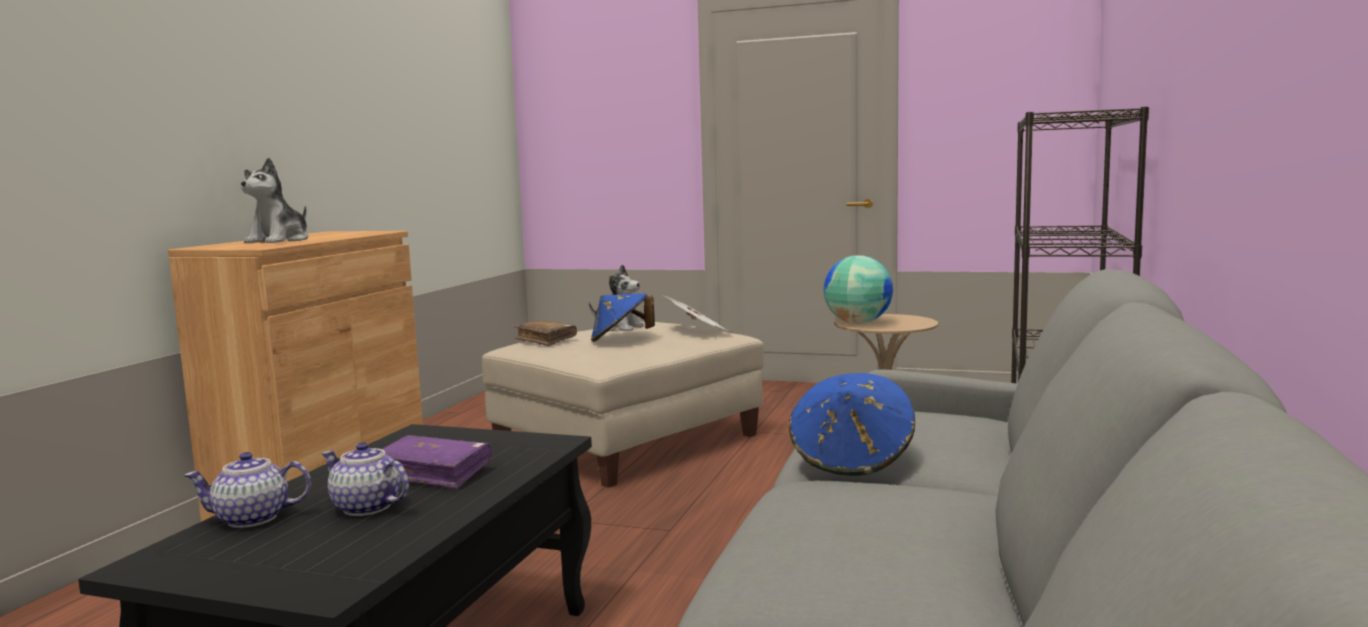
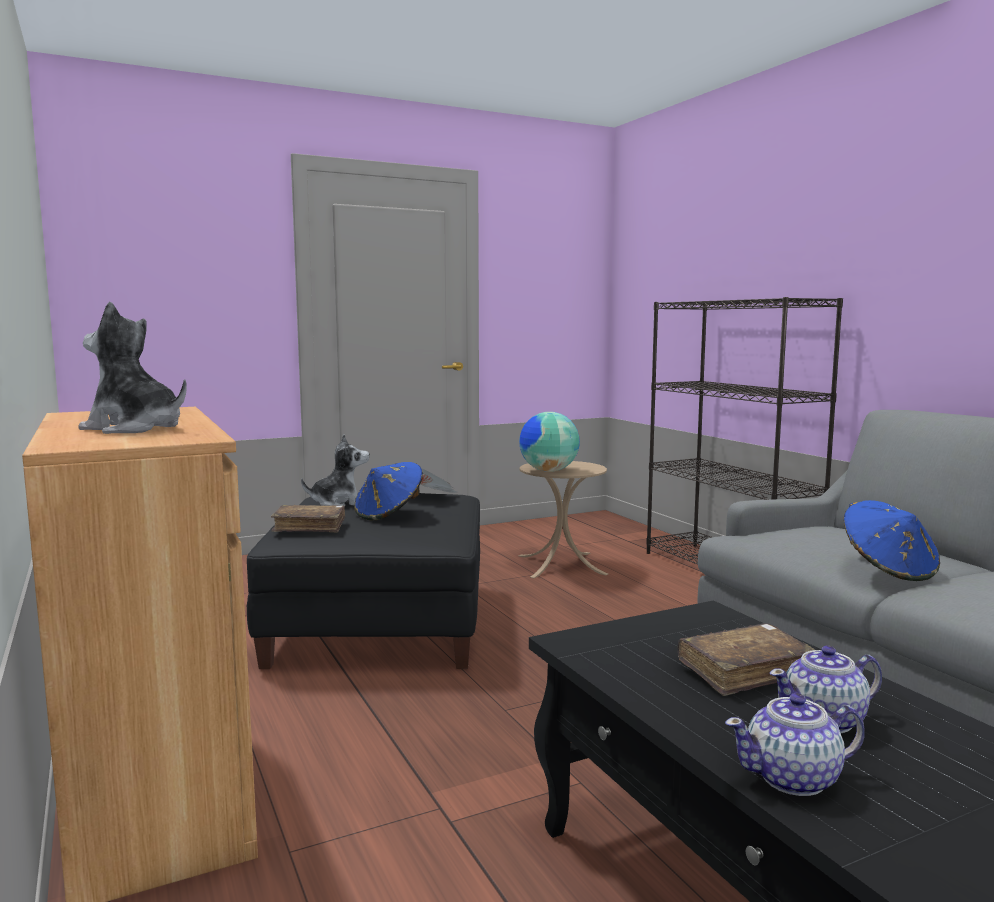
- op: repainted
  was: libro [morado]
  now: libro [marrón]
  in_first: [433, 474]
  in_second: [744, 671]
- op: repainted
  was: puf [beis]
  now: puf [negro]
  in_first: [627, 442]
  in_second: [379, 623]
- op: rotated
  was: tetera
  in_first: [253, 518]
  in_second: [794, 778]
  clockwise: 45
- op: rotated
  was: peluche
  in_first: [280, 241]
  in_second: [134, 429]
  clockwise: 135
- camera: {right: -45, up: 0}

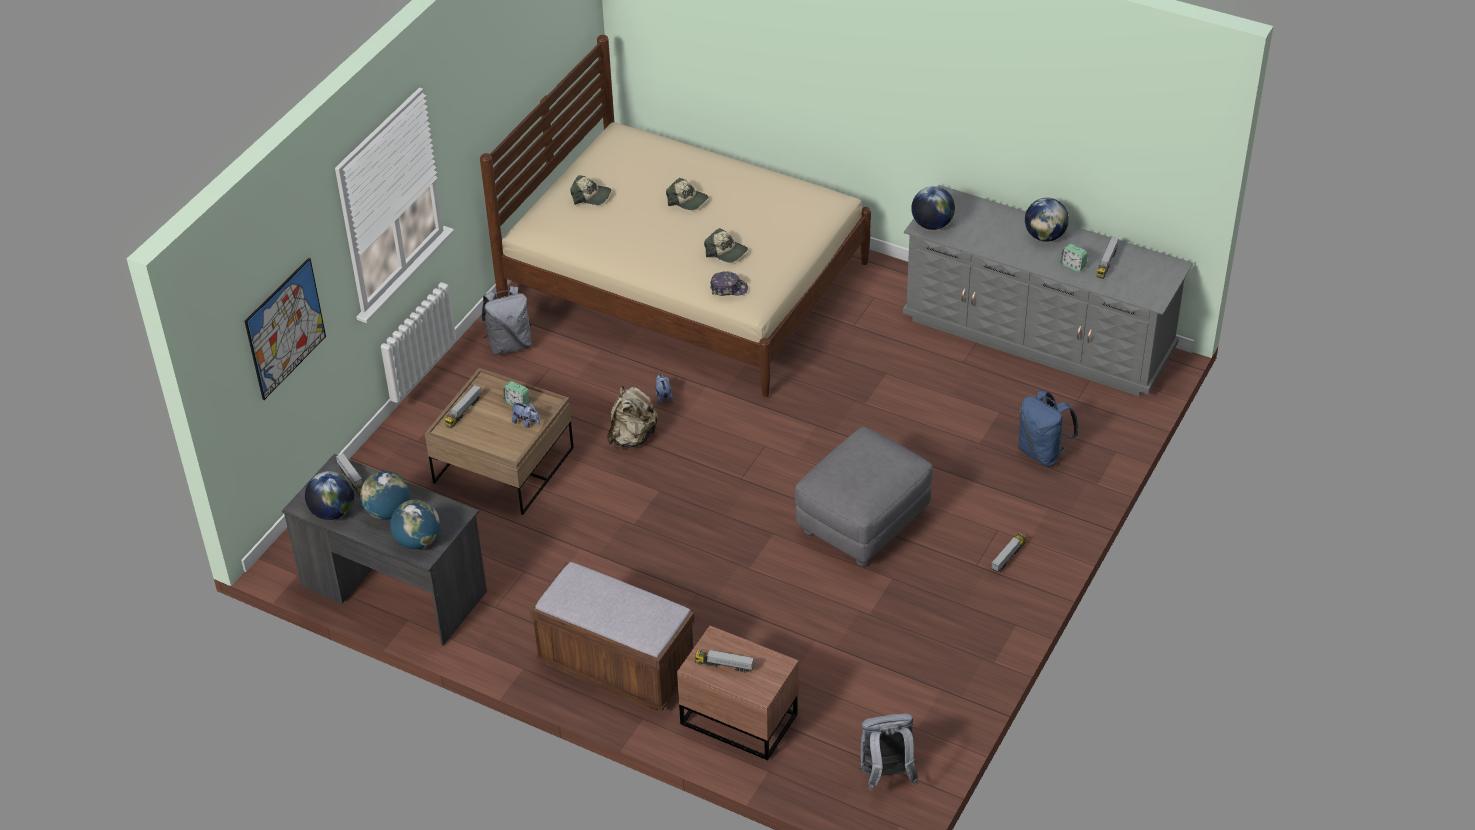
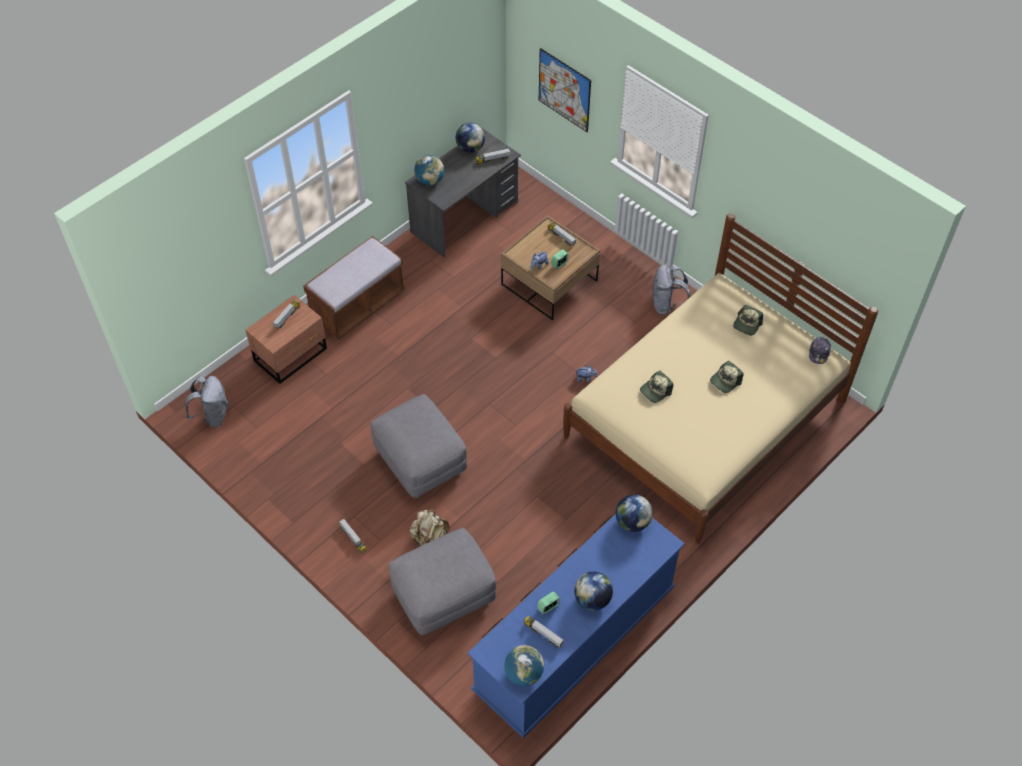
- op: shifted
  was: globo terráqueo
  in_first: [388, 512]
  in_second: [523, 673]
- op: shifted
  was: mochila [beis]
  in_first: [632, 437]
  in_second: [430, 540]
- op: shifted
  was: gorra
  in_first: [728, 288]
  in_second: [819, 353]
- op: swapped
  was: mochila [azul]
  now: puf [gris]
  in_first: [1042, 453]
  in_second: [443, 596]
- op: repainted
  was: cómoda [gris]
  now: cómoda [azul]
  in_first: [1038, 335]
  in_second: [574, 640]
- camera: {right: 105, up: 10}

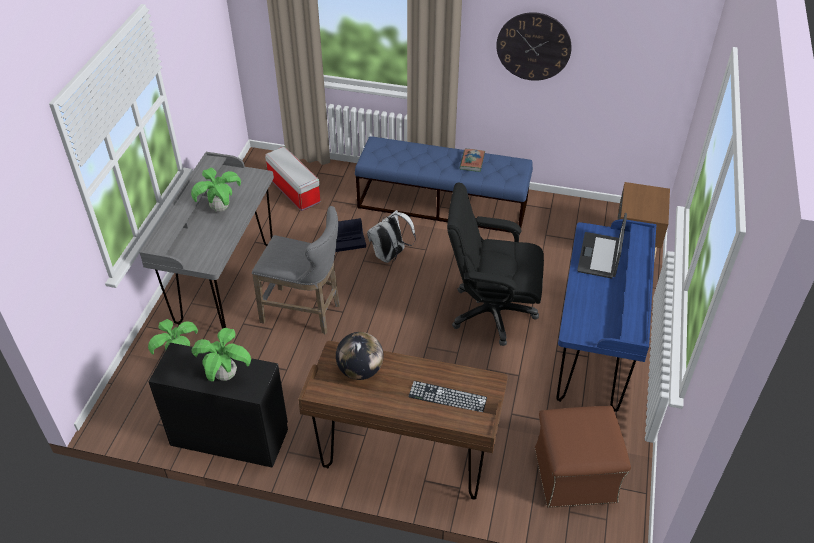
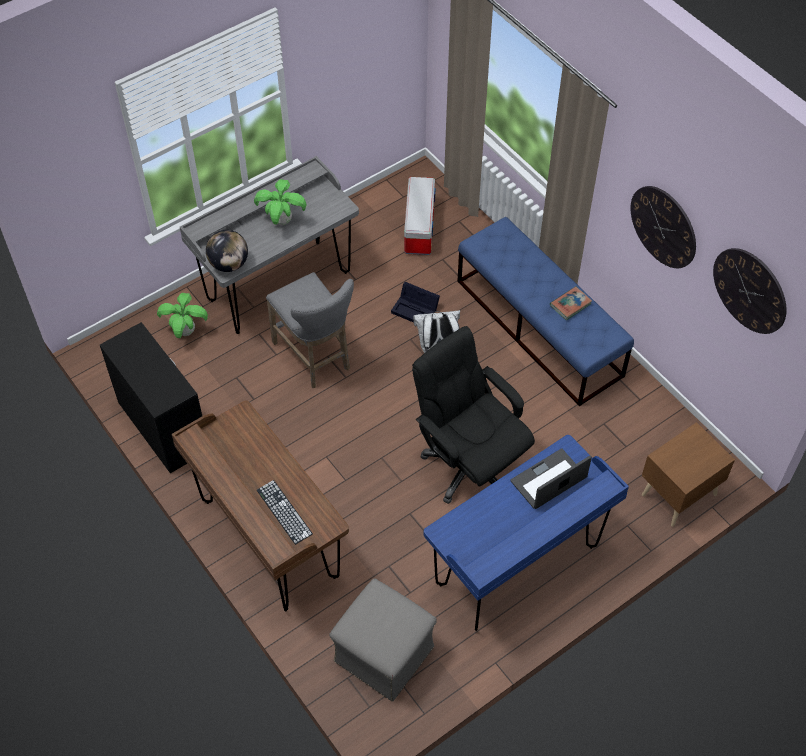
- op: gone
  was: planta en maceta
  in_first: [225, 375]
- op: new
  now: reloj de pared
  in_second: [750, 290]
- op: shifted
  was: globo terráqueo
  in_first: [360, 370]
  in_second: [229, 264]
- op: repainted
  was: puf [marrón]
  now: puf [gris]
  in_first: [574, 475]
  in_second: [383, 653]
- camera: {right: 40, up: 10}

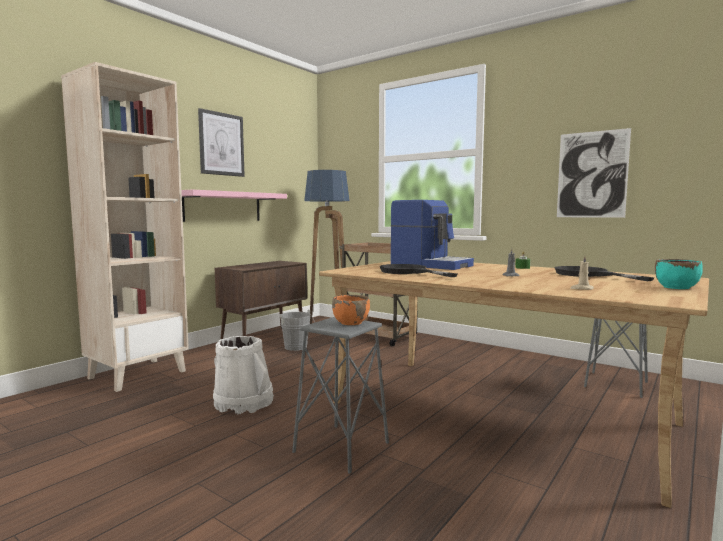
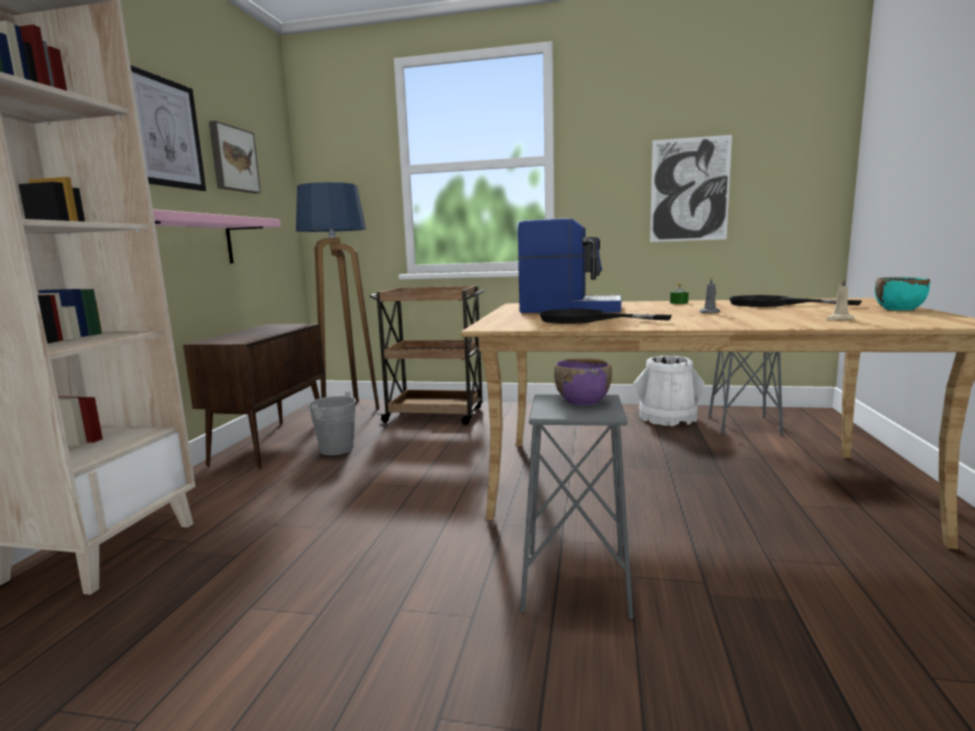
- op: new
  now: cuadro
  in_second: [233, 159]
- op: shifted
  was: cubo [blanco]
  in_first: [243, 402]
  in_second: [667, 418]
- op: repainted
  was: cuenco [naranja]
  now: cuenco [morado]
  in_first: [351, 322]
  in_second: [582, 400]
- camera: {right: -25, up: 5}

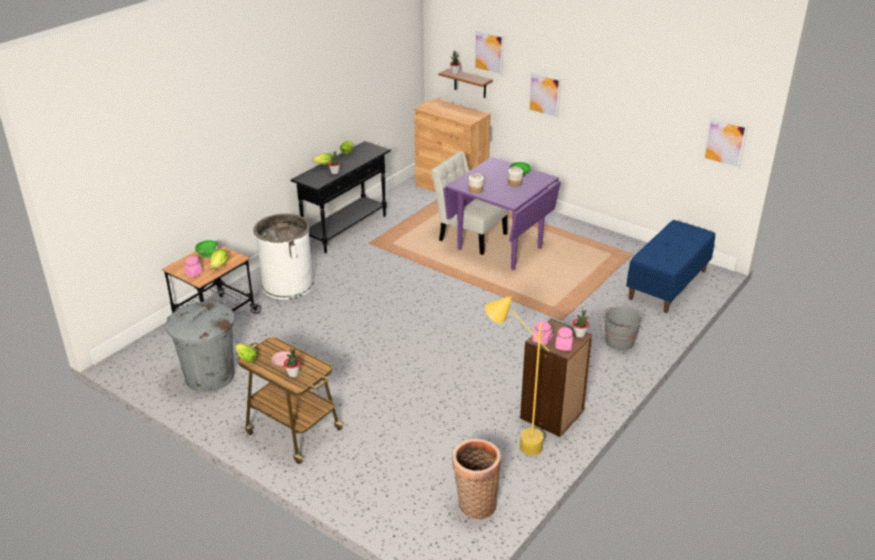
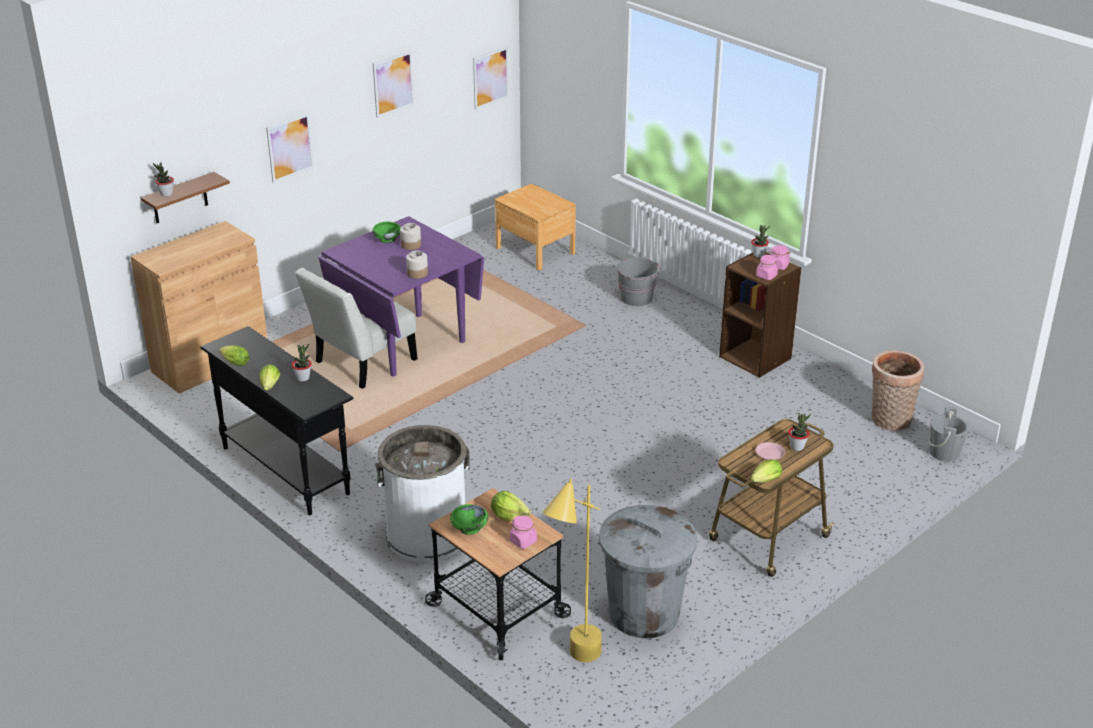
- op: new
  now: cubo [gris]
  in_second: [944, 453]
- op: shifted
  was: cuadro
  in_first: [488, 52]
  in_second: [393, 84]
- op: shifted
  was: lámpara de pie [amarillo]
  in_first: [512, 443]
  in_second: [573, 668]
- op: swapped
  was: banco [azul]
  now: mesita de noche [marrón]
  in_first: [668, 285]
  in_second: [535, 250]
- camera: {right: -80, up: 0}

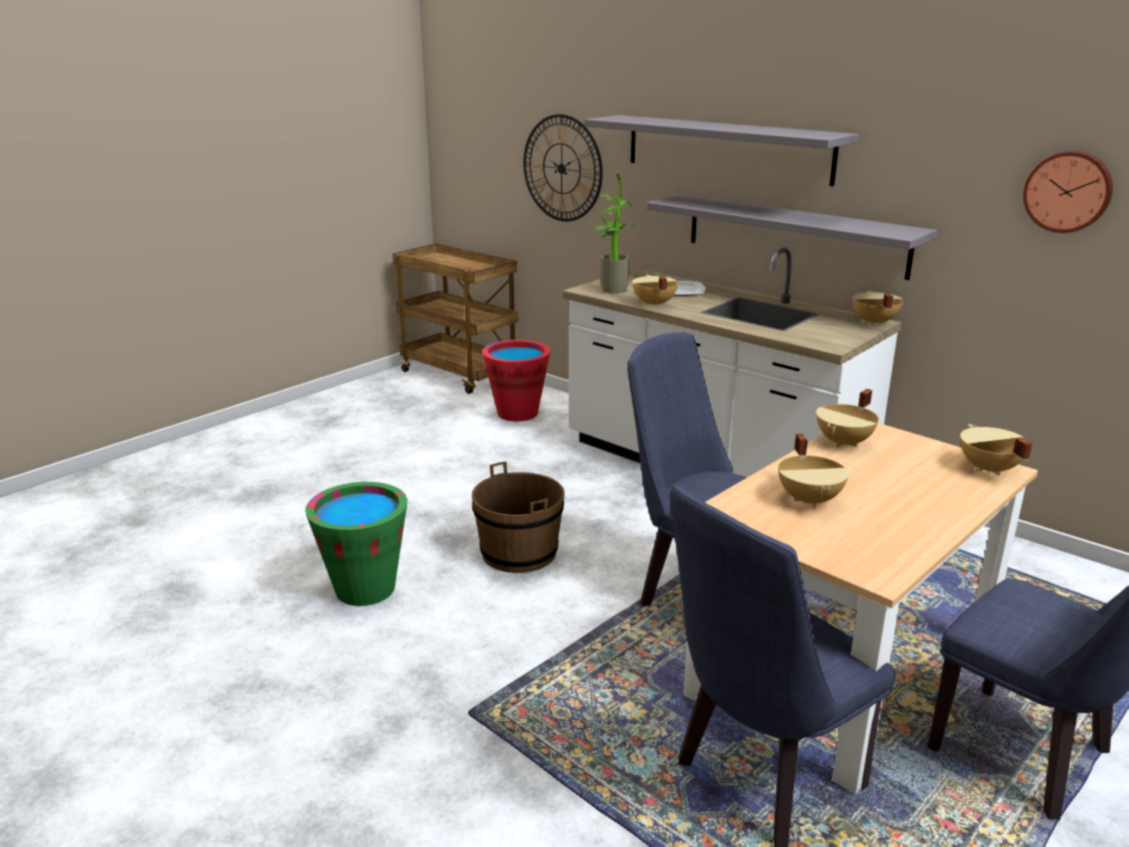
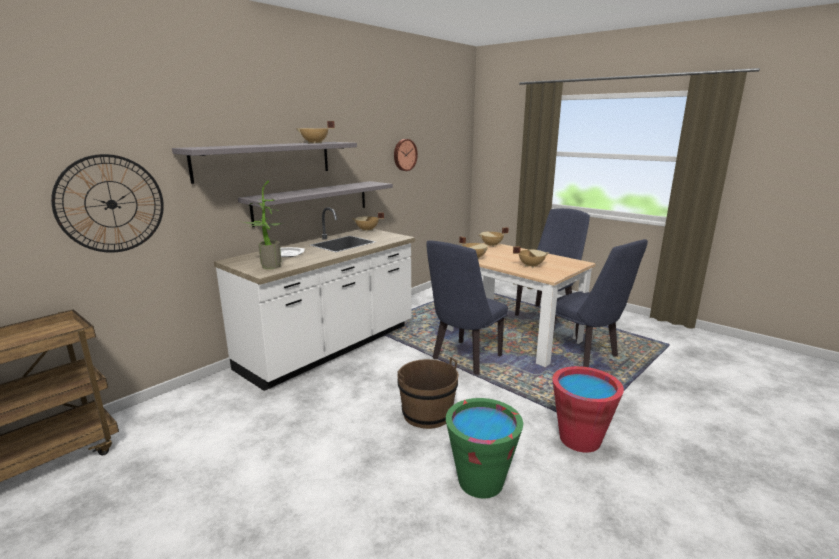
- op: shifted
  was: cubo [rojo]
  in_first: [517, 413]
  in_second: [580, 439]
- op: shifted
  was: olla [beis]
  in_first: [653, 304]
  in_second: [315, 143]
- camera: {right: -90, up: -5}

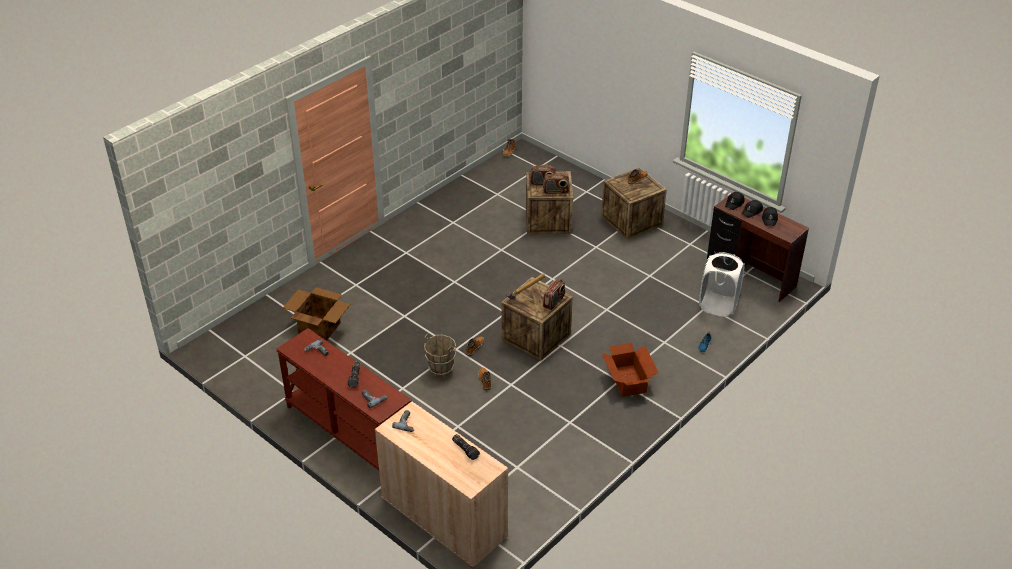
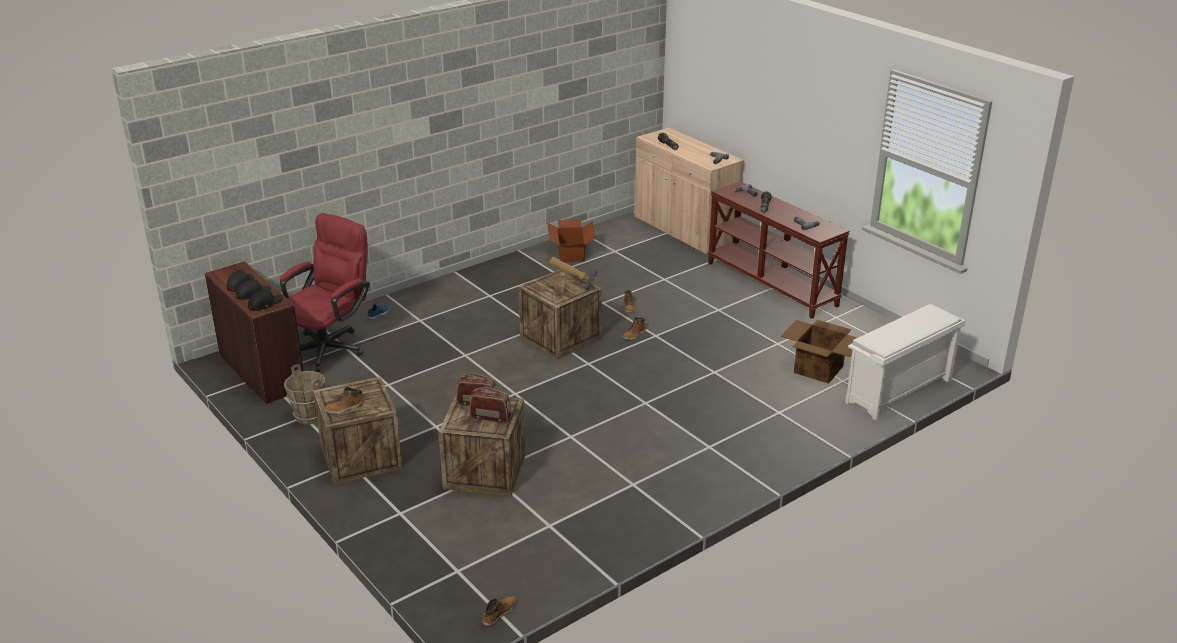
- op: gone
  was: radio
  in_first: [554, 302]
- op: new
  now: zapatero [blanco]
  in_second: [898, 392]
- op: shifted
  was: cubo [marrón]
  in_first: [441, 369]
  in_second: [309, 416]
- op: shifted
  was: caja de cartón
  in_first: [627, 381]
  in_second: [571, 253]
- op: swapped
  was: cesto de la ropa [blanco]
  now: silla de oficina [rojo]
  in_first: [718, 305]
  in_second: [331, 346]
- camera: {right: -170, up: -10}

